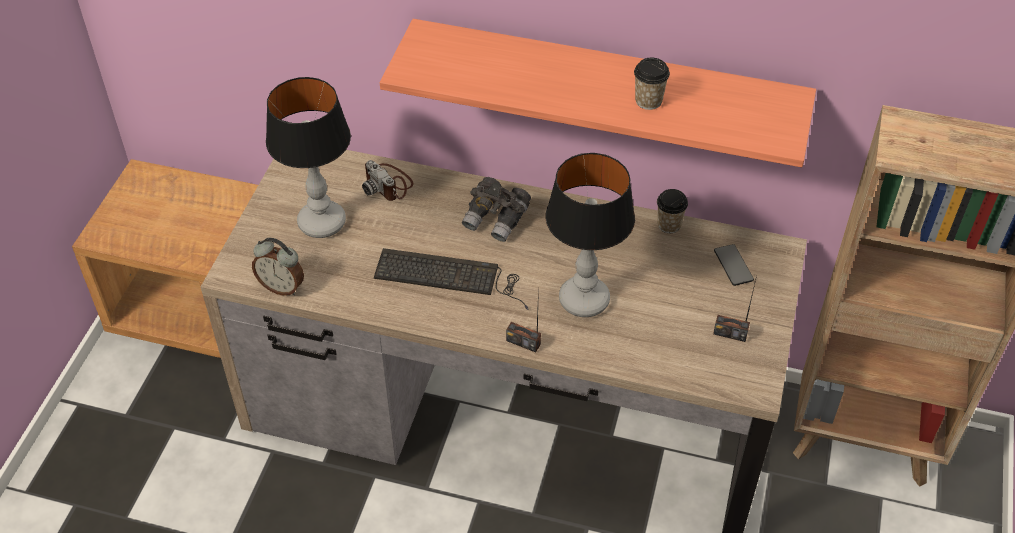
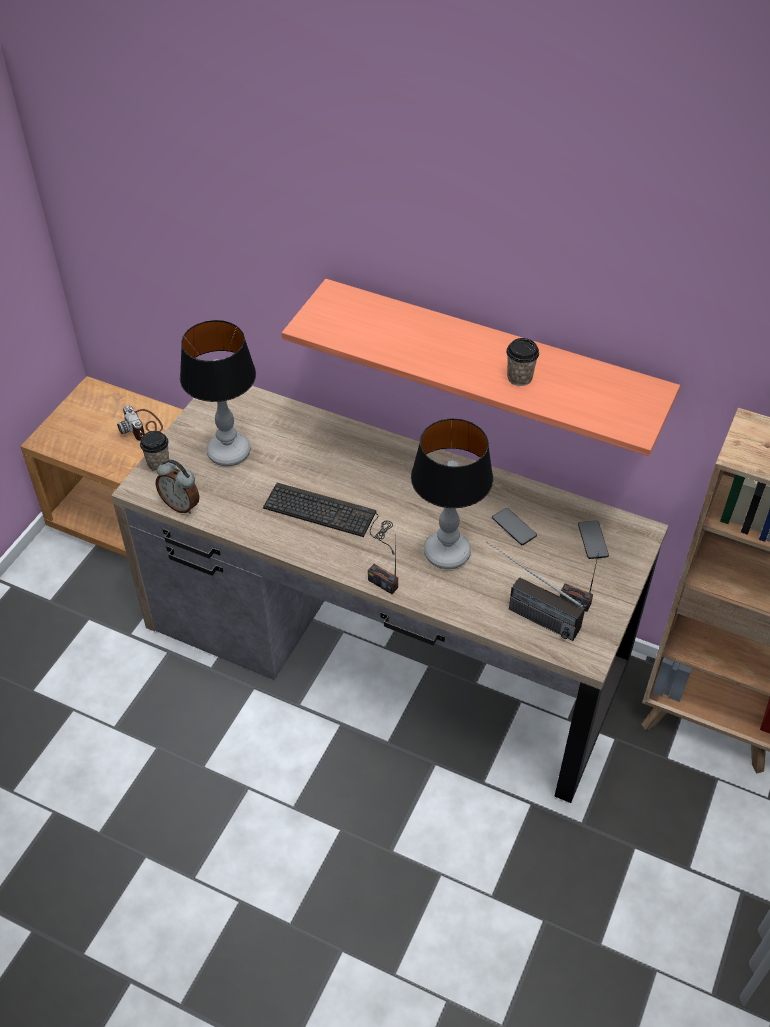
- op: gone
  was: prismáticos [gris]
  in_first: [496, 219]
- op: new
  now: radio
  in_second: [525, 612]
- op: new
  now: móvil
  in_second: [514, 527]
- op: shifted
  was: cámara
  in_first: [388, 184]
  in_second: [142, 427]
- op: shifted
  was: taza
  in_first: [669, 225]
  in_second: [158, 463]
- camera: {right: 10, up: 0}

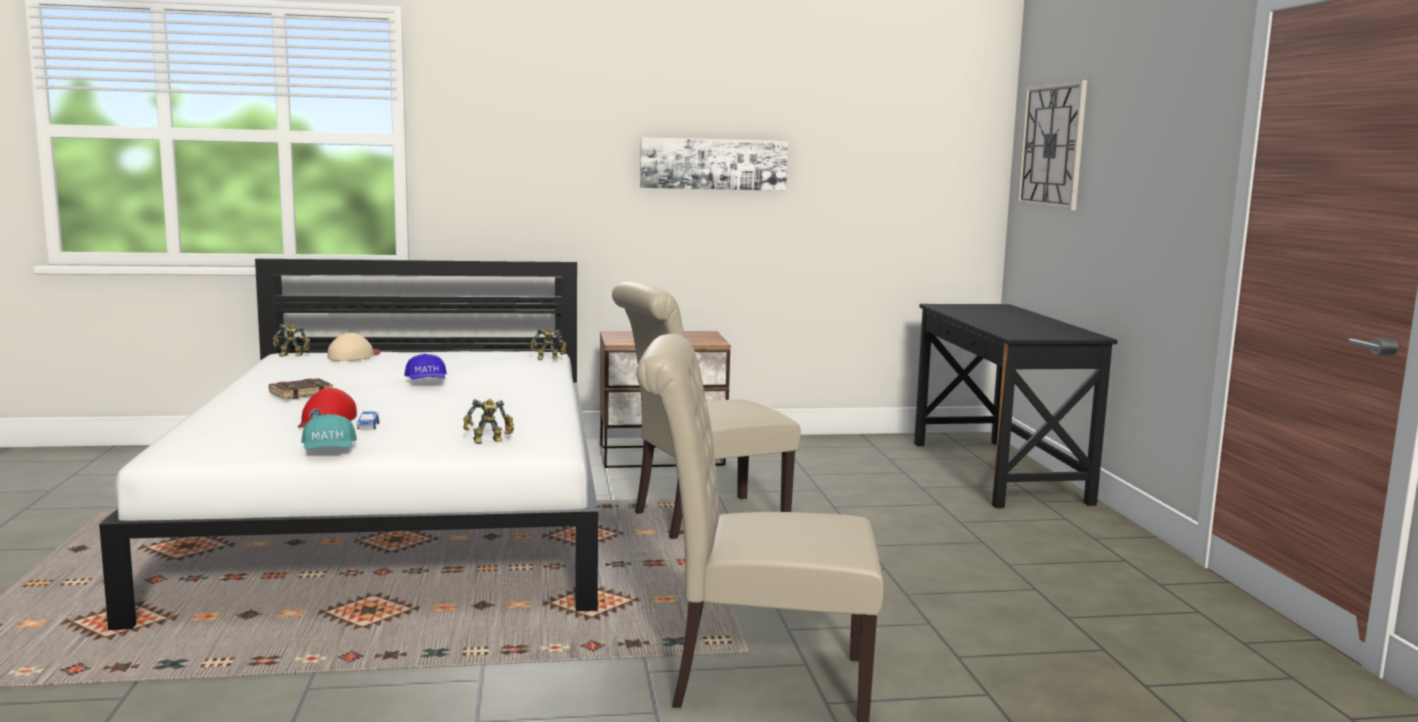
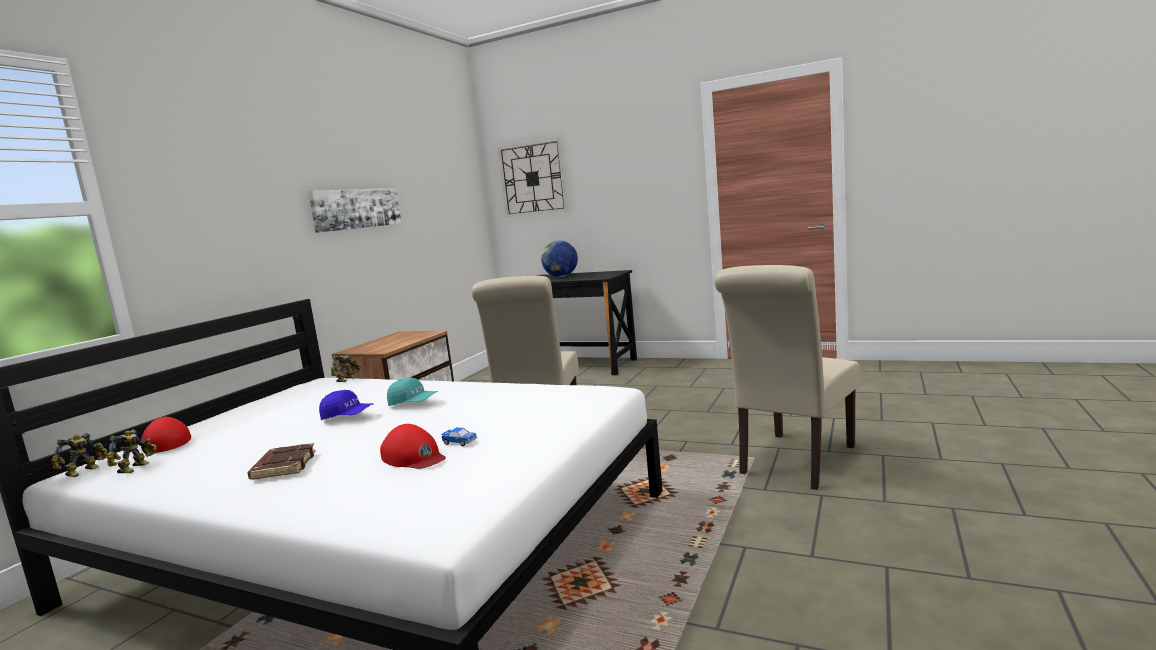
- op: new
  now: globo terráqueo
  in_second: [561, 276]
- op: shifted
  was: gorra [turquesa]
  in_first: [329, 451]
  in_second: [413, 403]
- op: shifted
  was: robot de juguete
  in_first: [489, 441]
  in_second: [136, 468]
- op: repainted
  was: gorra [beis]
  now: gorra [rojo]
  in_first: [354, 356]
  in_second: [167, 442]
- camera: {right: -55, up: 0}

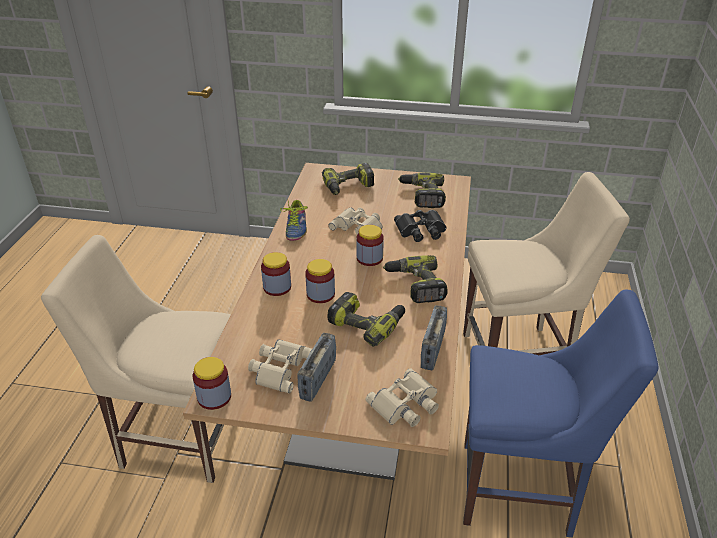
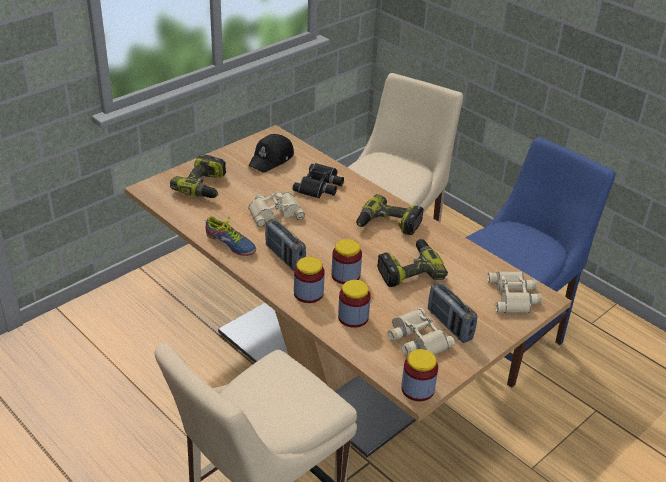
- op: shifted
  was: tarro
  in_first: [369, 258]
  in_second: [353, 317]
- op: shifted
  was: radio
  in_first: [432, 350]
  in_second: [284, 257]
- op: swapped
  was: taladro
  now: gorra [negro]
  in_first: [422, 195]
  in_second: [271, 159]
- camera: {right: -55, up: 0}

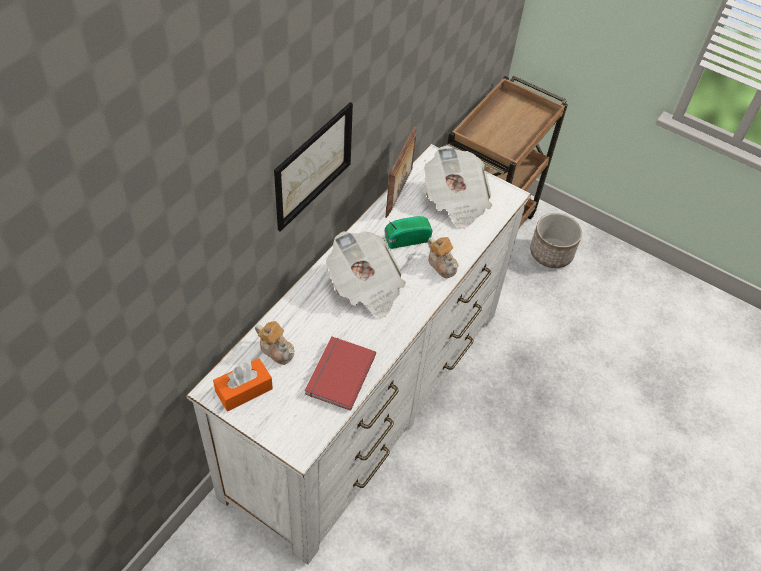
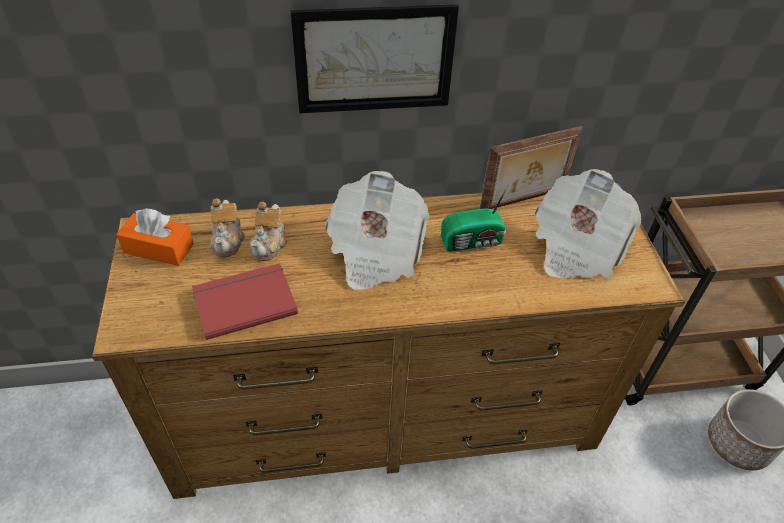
- op: shifted
  was: tetera
  in_first: [442, 264]
  in_second: [269, 244]
- op: repainted
  was: cómoda [blanco]
  now: cómoda [marrón]
  in_first: [367, 399]
  in_second: [384, 413]
- op: rotated
  was: radio
  in_first: [405, 239]
  in_second: [473, 241]
  clockwise: 135
- camera: {right: 50, up: -5}

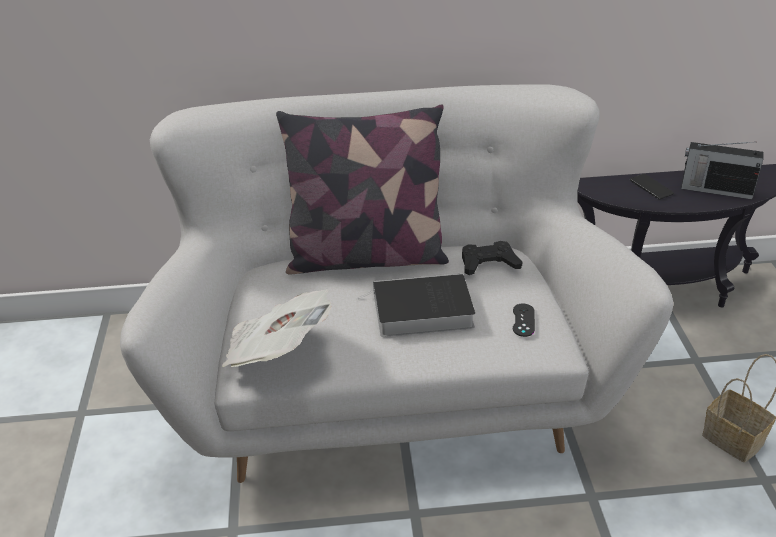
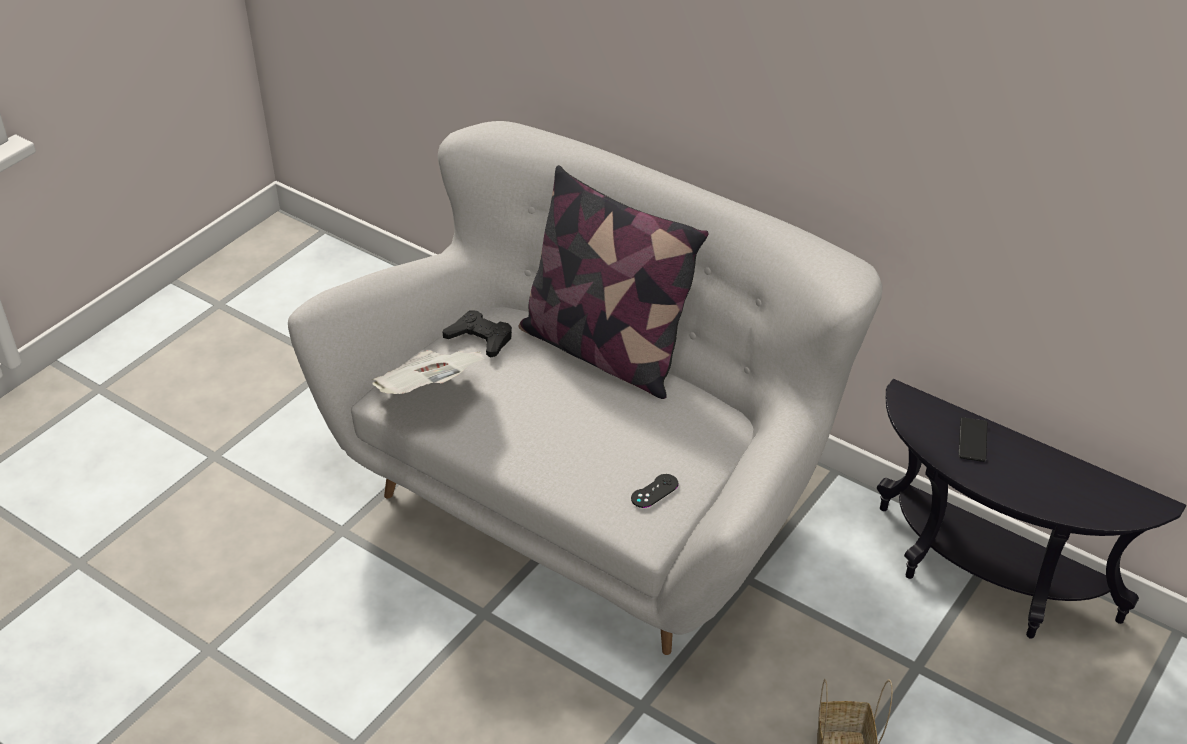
- op: gone
  was: libro
  in_first: [419, 311]
- op: gone
  was: radio
  in_first: [715, 190]
- op: shifted
  was: mando de consola [negro]
  in_first: [488, 263]
  in_second: [480, 338]
- camera: {right: 40, up: 5}

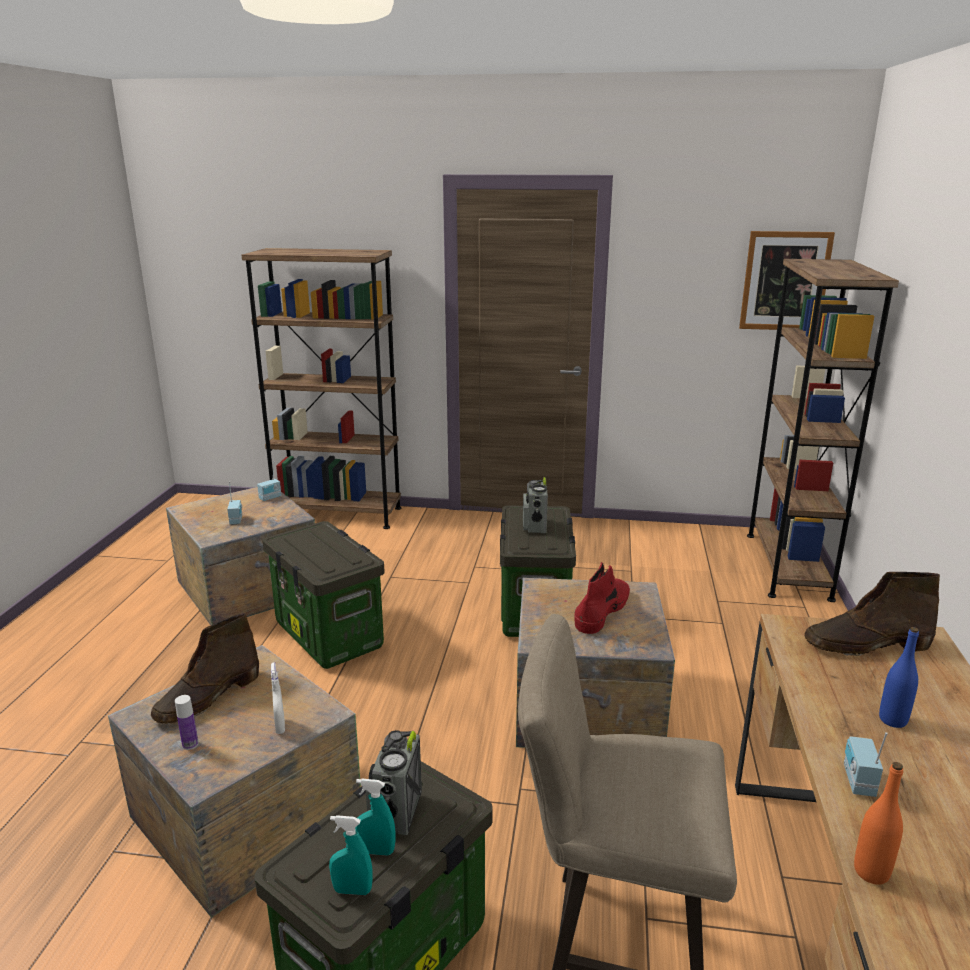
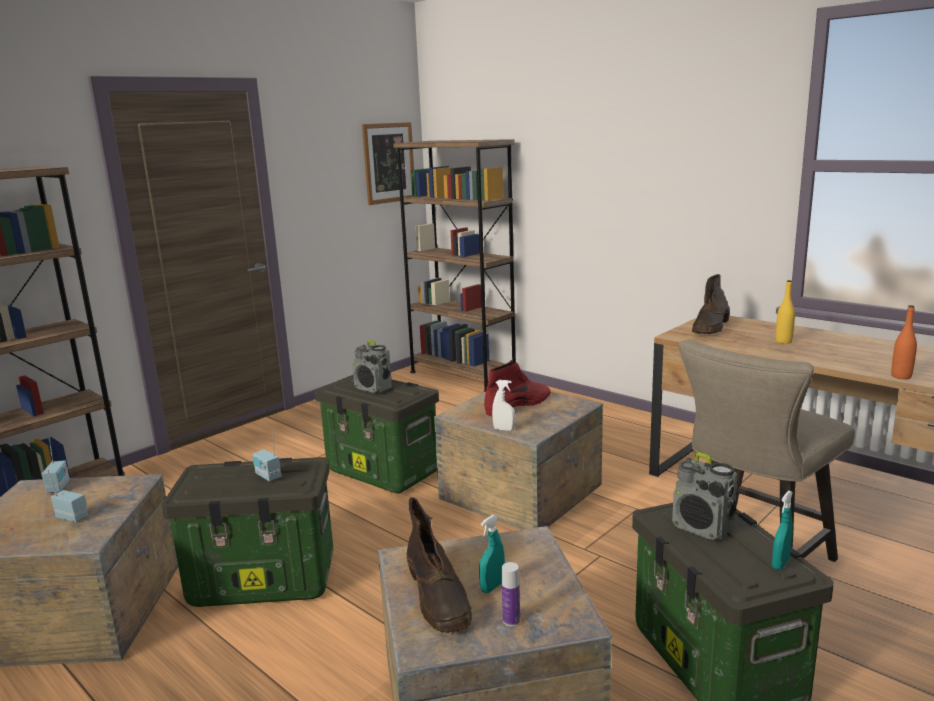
- op: shifted
  was: pulverizador [blanco]
  in_first: [280, 726]
  in_second: [504, 429]
- op: shifted
  was: pulverizador [turquesa]
  in_first: [376, 851]
  in_second: [492, 587]
- op: shifted
  was: radio
  in_first: [857, 781]
  in_second: [267, 476]
- op: repainted
  was: botella [azul]
  now: botella [amarillo]
  in_first: [892, 720]
  in_second: [783, 341]
- op: rotated
  was: bota [rojo]
  in_first: [602, 610]
  in_second: [518, 405]
  clockwise: 75
- camera: {right: -55, up: -5}

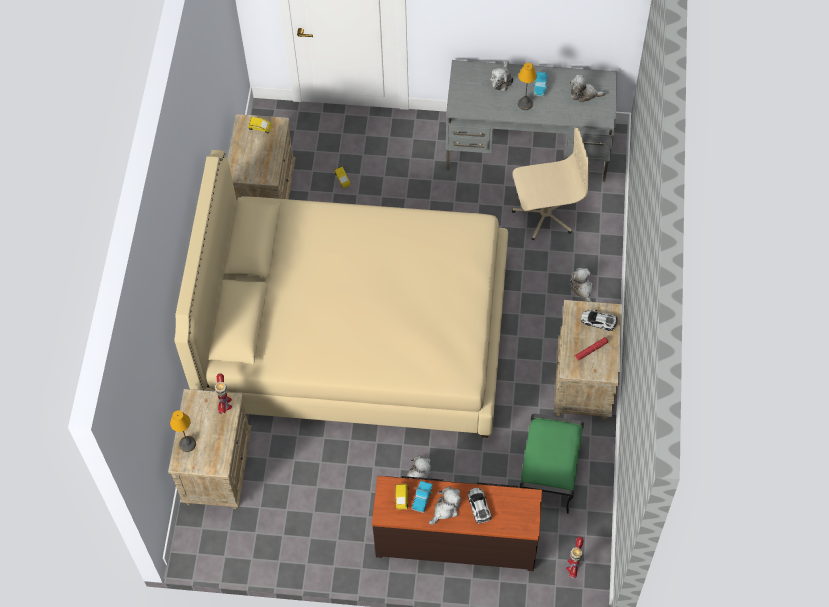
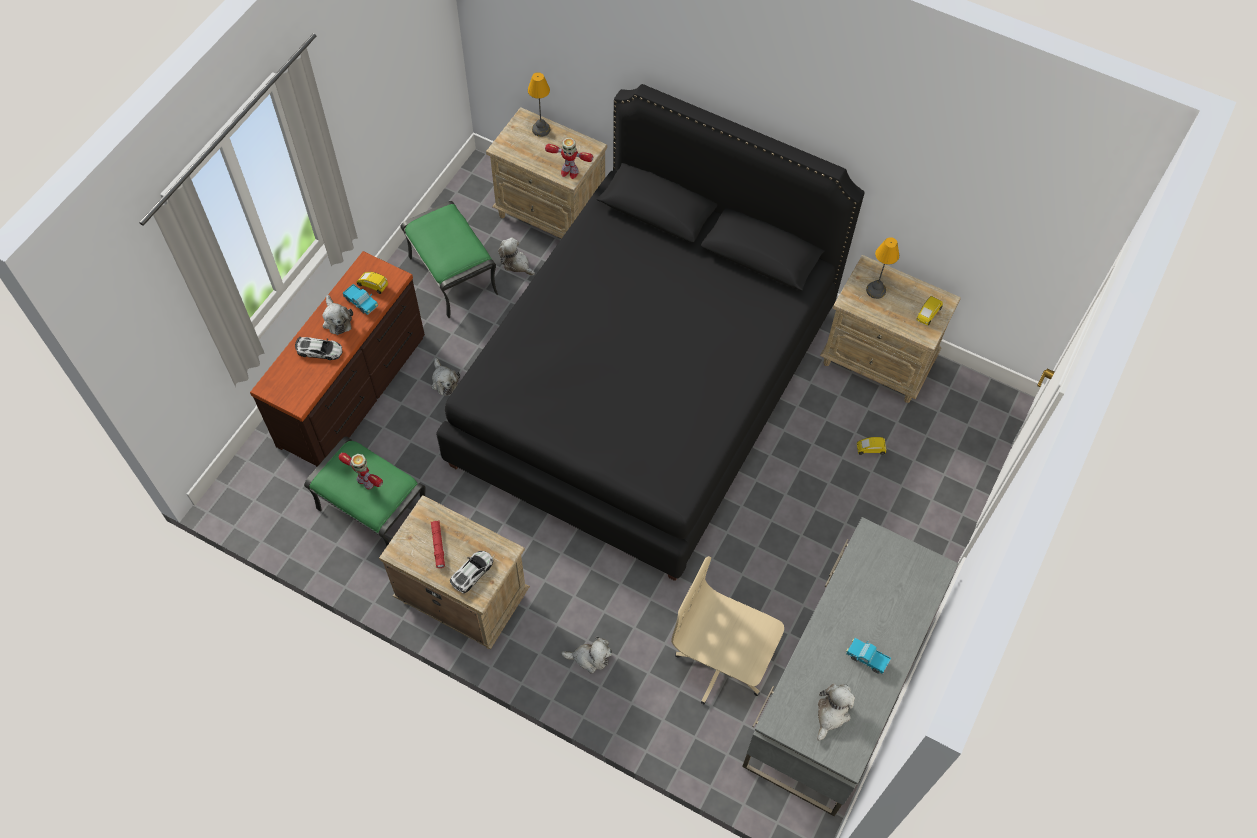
- op: new
  now: puf [verde]
  in_second: [454, 275]
- op: shifted
  was: peluche
  in_first: [501, 80]
  in_second: [516, 263]
- op: shifted
  was: lámpara de mesa
  in_first: [524, 103]
  in_second: [876, 290]
- op: shifted
  was: robot de juguete
  in_first: [573, 565]
  in_second: [366, 482]
- op: repainted
  was: cama [beis]
  now: cama [negro]
  in_first: [355, 335]
  in_second: [645, 386]
- op: rotated
  was: silla de oficina [beis]
  in_first: [544, 214]
  in_second: [722, 663]
  clockwise: 105
- camera: {right: 110, up: 0}

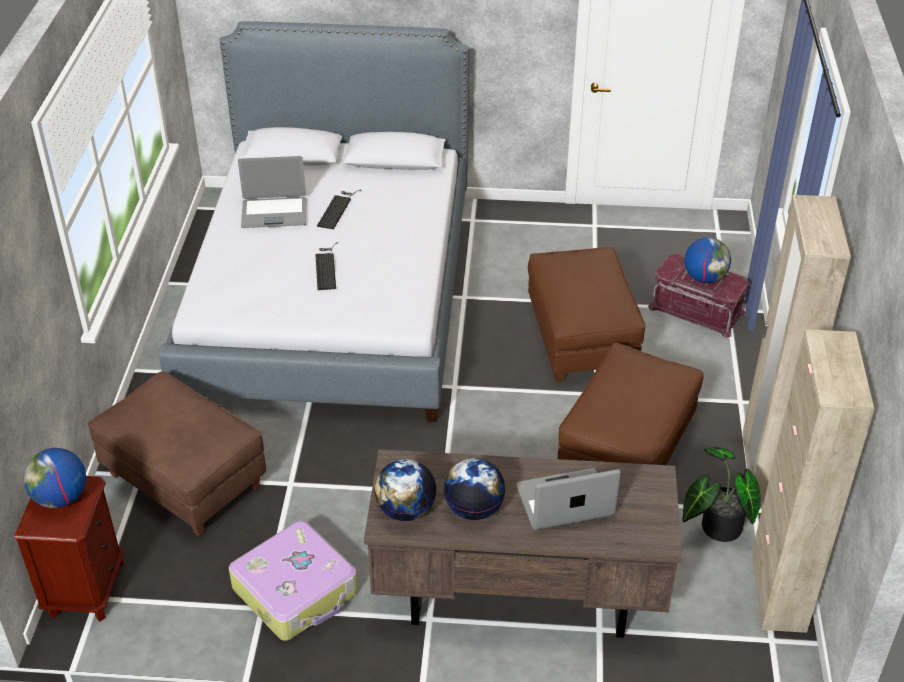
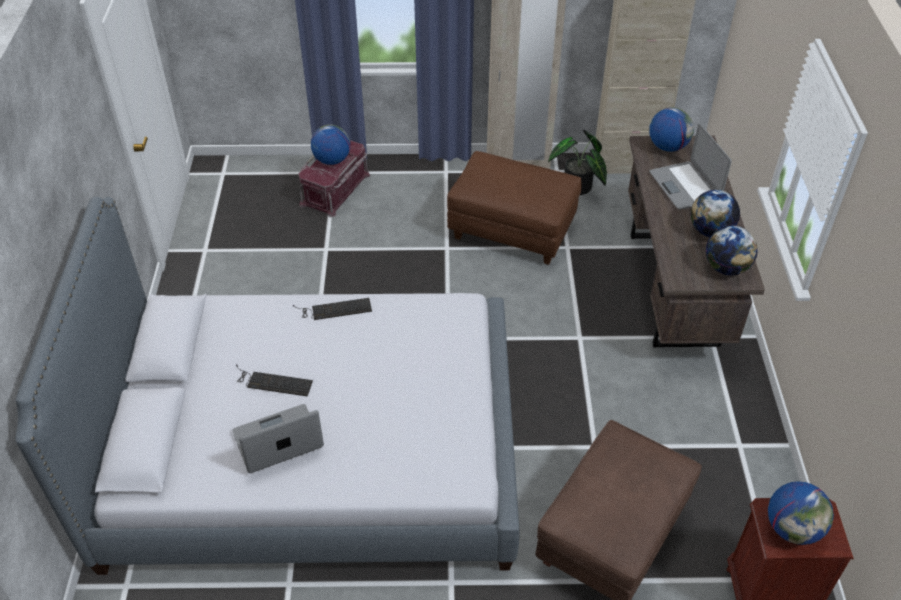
- op: gone
  was: maleta
  in_first: [296, 590]
- op: gone
  was: puf [marrón]
  in_first: [580, 341]
- op: new
  now: globo terráqueo
  in_second: [667, 146]
- op: shifted
  was: teclado
  in_first: [326, 267]
  in_second: [334, 309]
- op: rotated
  was: portátil
  in_first: [274, 213]
  in_second: [278, 441]
  clockwise: -105
- camera: {right: -95, up: 5}

